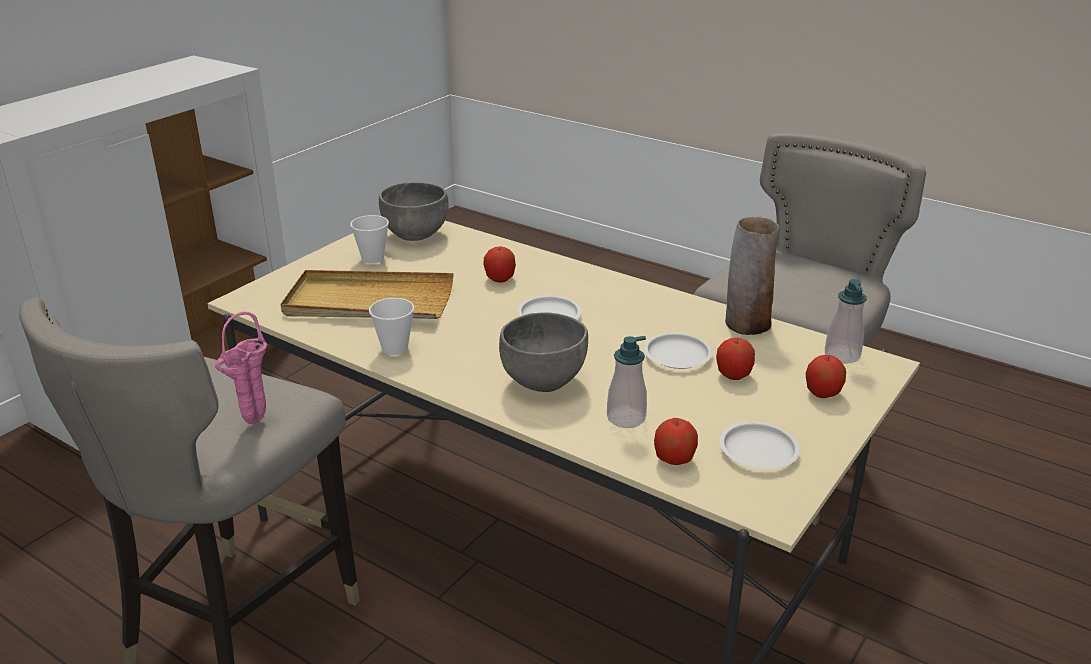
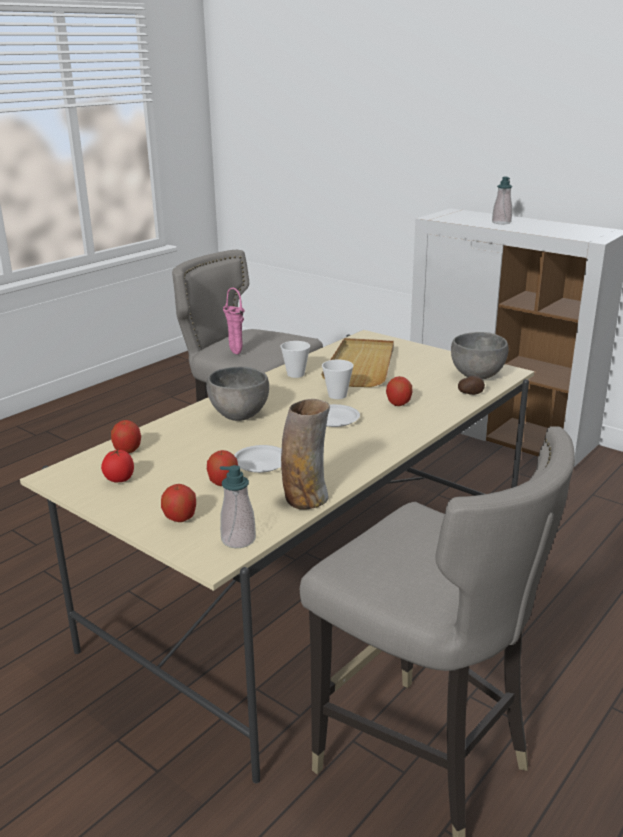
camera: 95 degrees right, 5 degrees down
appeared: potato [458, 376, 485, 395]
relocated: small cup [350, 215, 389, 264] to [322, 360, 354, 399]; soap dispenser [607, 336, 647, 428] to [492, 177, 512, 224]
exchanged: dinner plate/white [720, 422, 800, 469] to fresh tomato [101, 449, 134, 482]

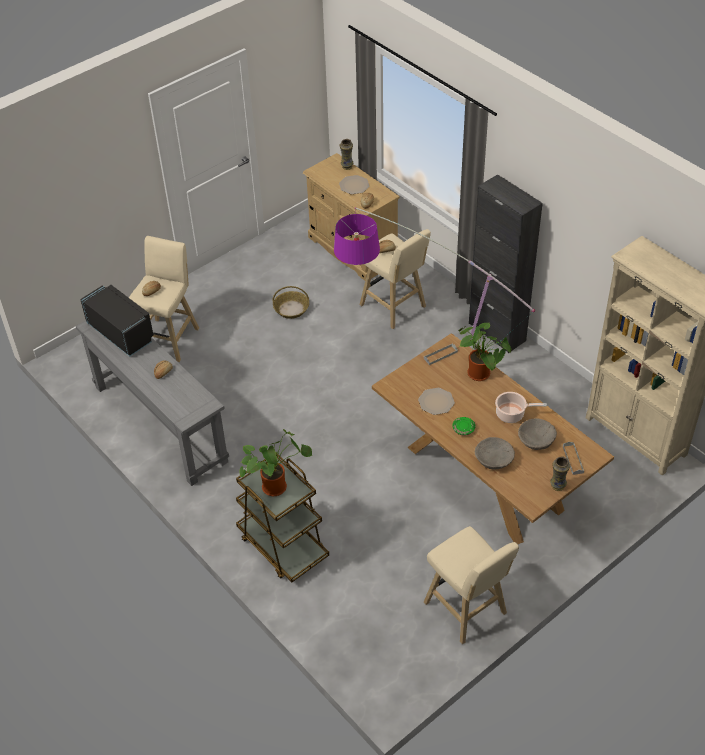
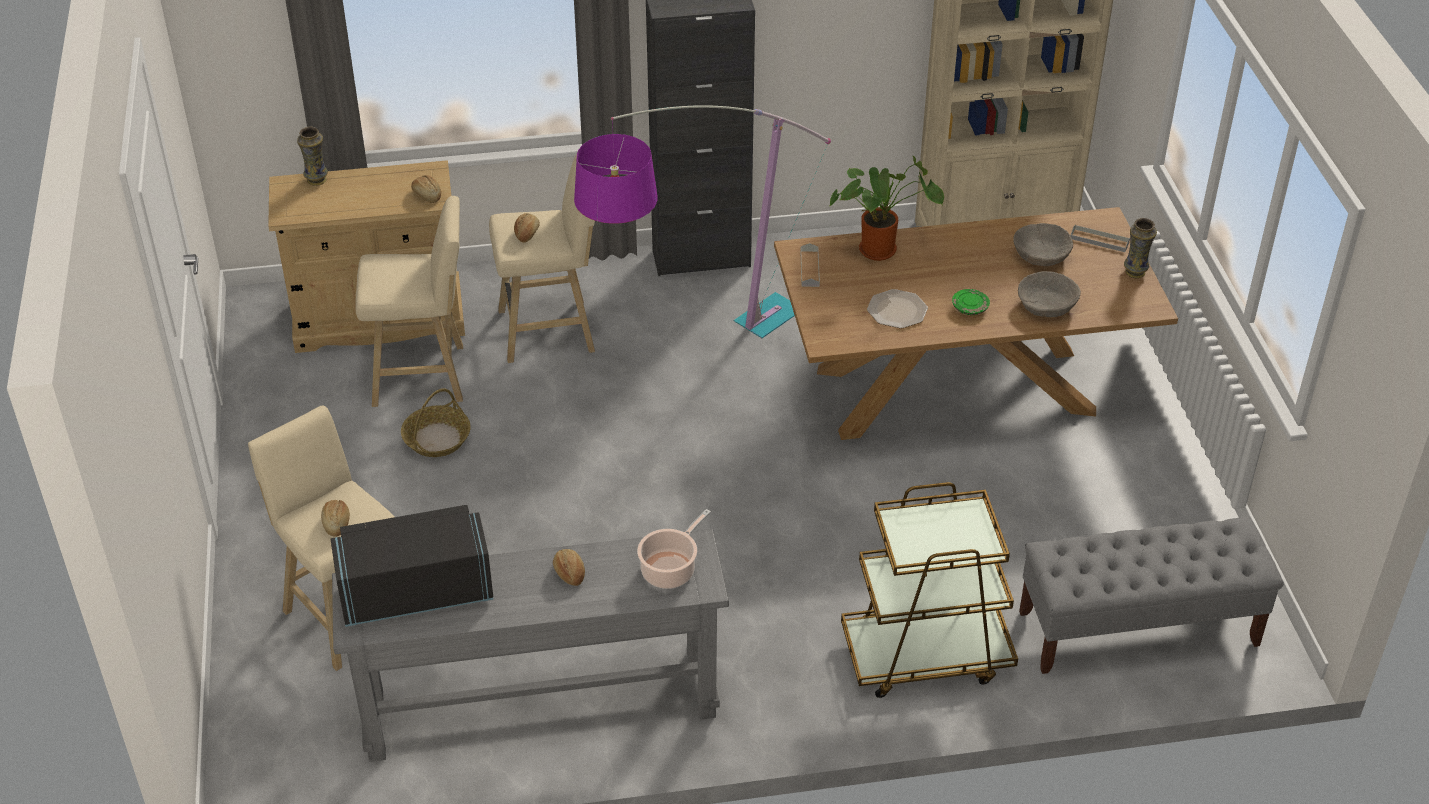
camera: 60 degrees left, 5 degrees down
missing: plant in a pot [239, 429, 312, 496]; dinner plate [339, 175, 369, 194]
appeared: long seat/grey [1019, 517, 1284, 674]
relocated: stool seat/sand-coloured [424, 526, 519, 644] to [356, 196, 463, 407]; stockpot [495, 392, 547, 423] to [637, 509, 711, 589]

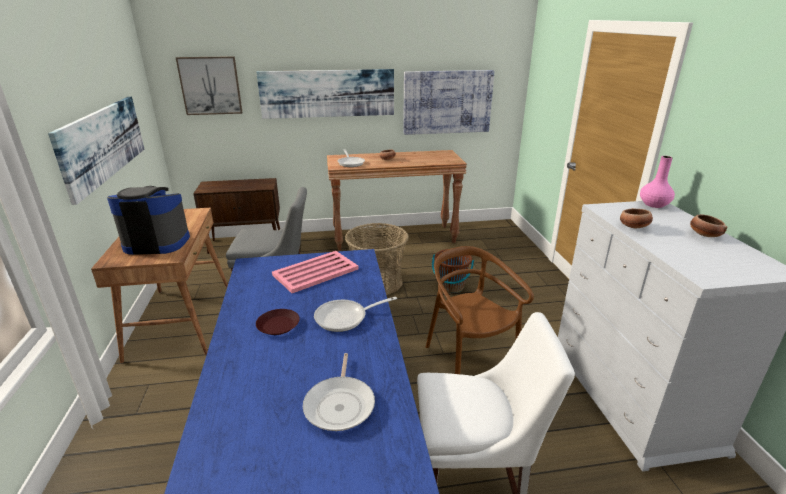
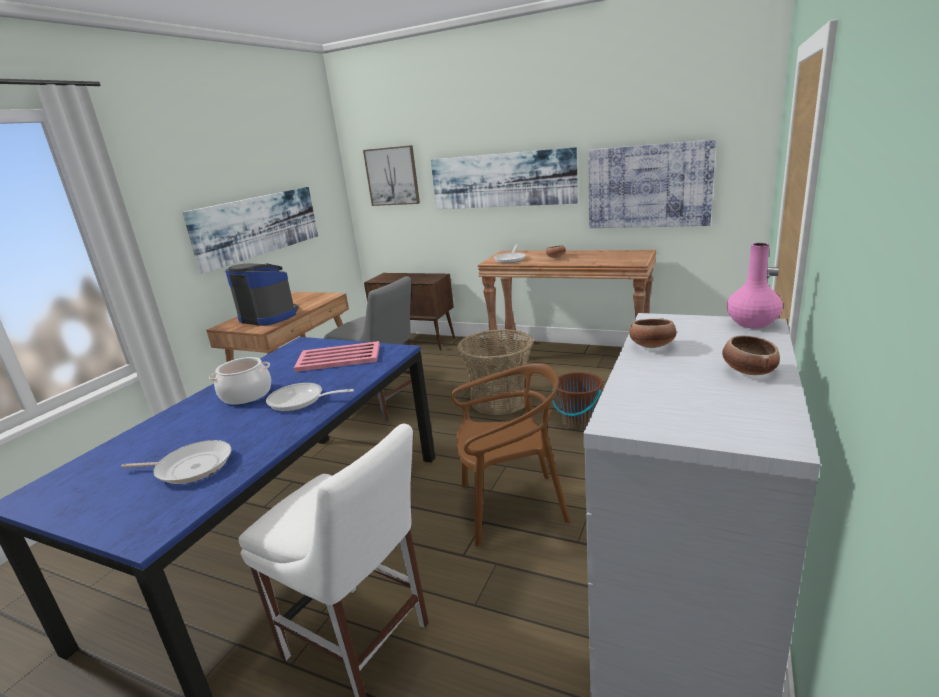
camera: 35 degrees right, 5 degrees down
exchanged: dinner plate/brownish [256, 309, 300, 335] to stockpot [209, 357, 271, 405]
spun: frying pan [303, 353, 375, 431] = [121, 440, 231, 484] 120 degrees counterclockwise; upright chair/brownish [426, 246, 534, 374] = [451, 363, 570, 546] 75 degrees clockwise

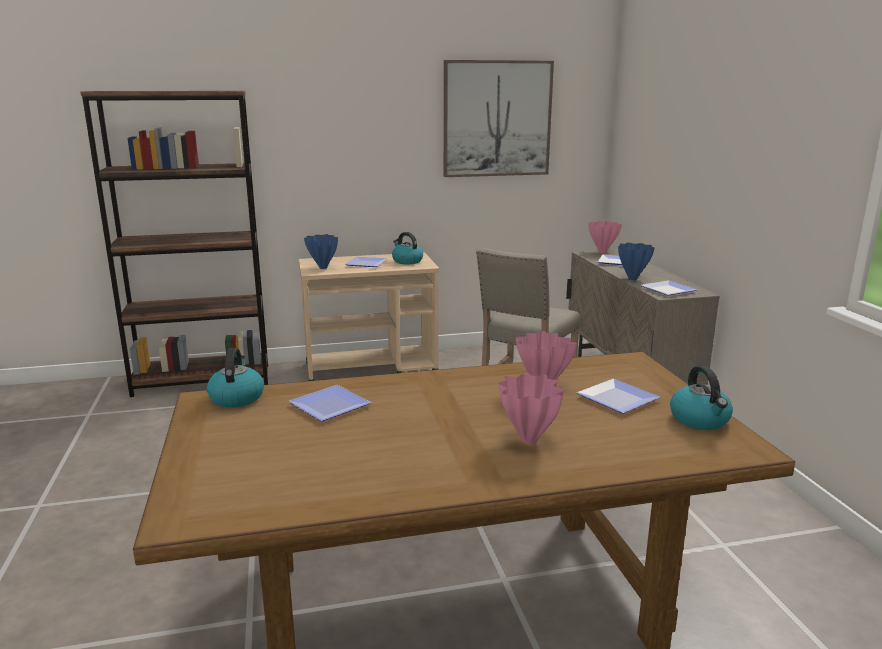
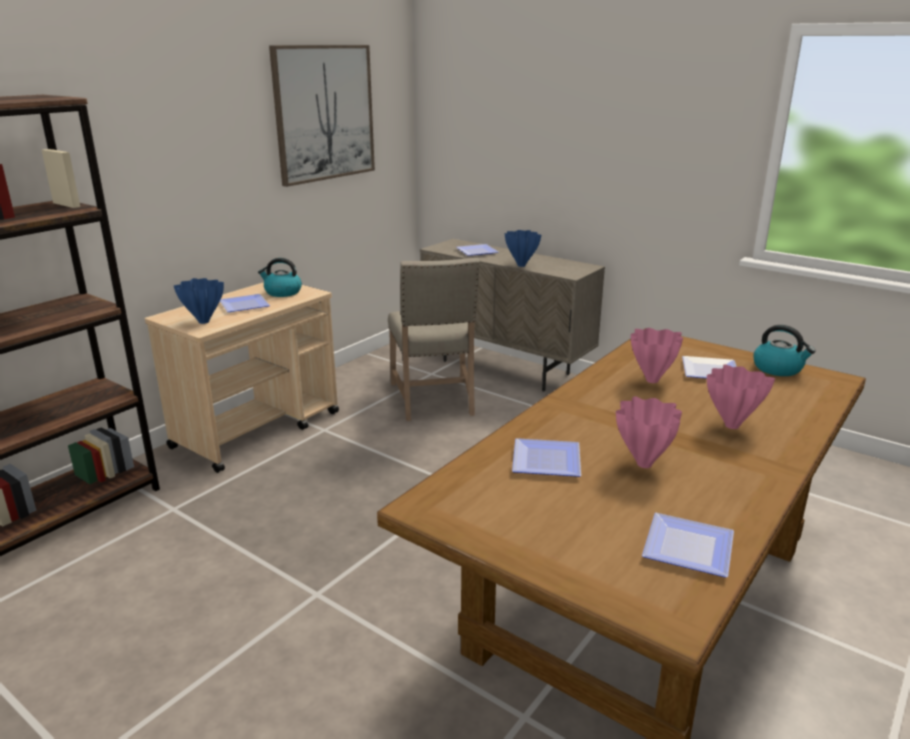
camera: 40 degrees left, 5 degrees up
missing: tea kettle [207, 348, 264, 408]
relocated: flower vase/pink [588, 221, 622, 253] to [616, 396, 682, 468]; dinner plate [640, 280, 697, 295] to [642, 513, 734, 578]

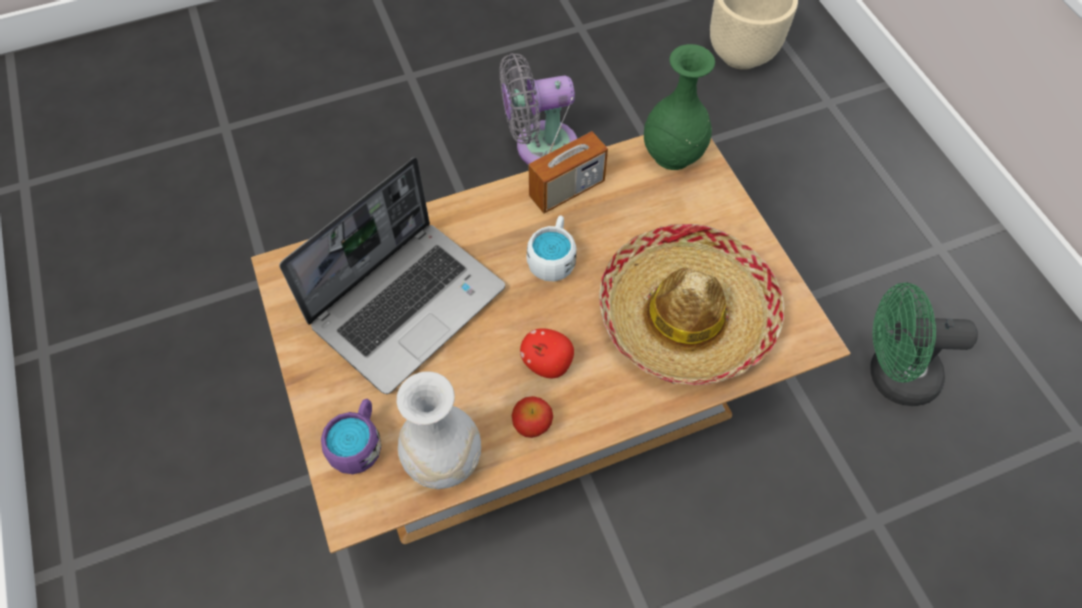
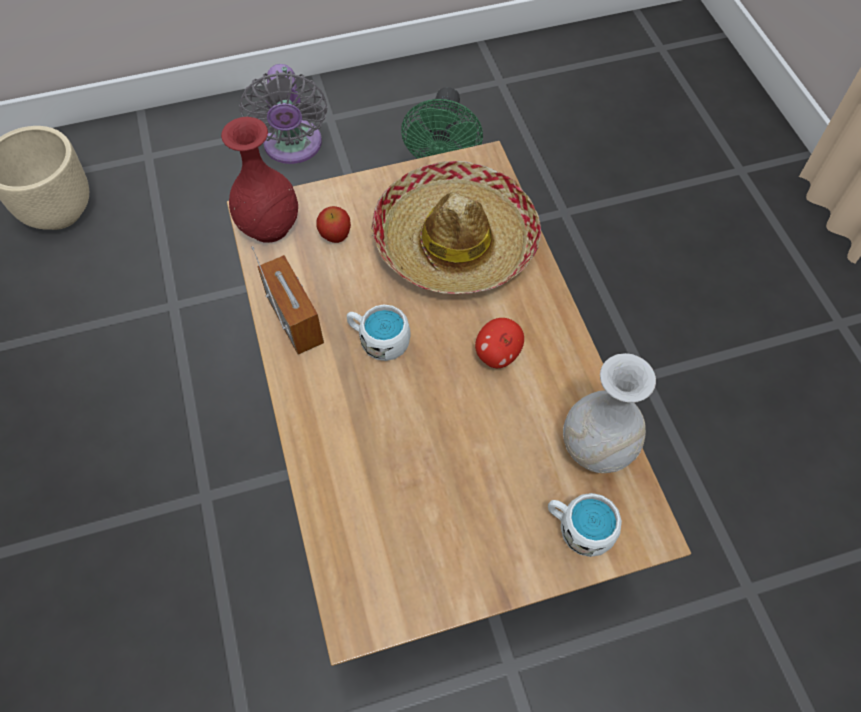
camera: 85 degrees left, 0 degrees up
missing: notebook computer [279, 157, 505, 394]
relocated: fan/grey [500, 53, 577, 164] to [239, 64, 327, 164]; apple fruit [512, 396, 553, 438] to [316, 206, 351, 243]
colour: tea mug/purple-coloured [321, 399, 381, 474] to tea mug/white [548, 493, 622, 557]; flower vase/greenish [644, 44, 715, 170] to flower vase/red [221, 117, 298, 243]

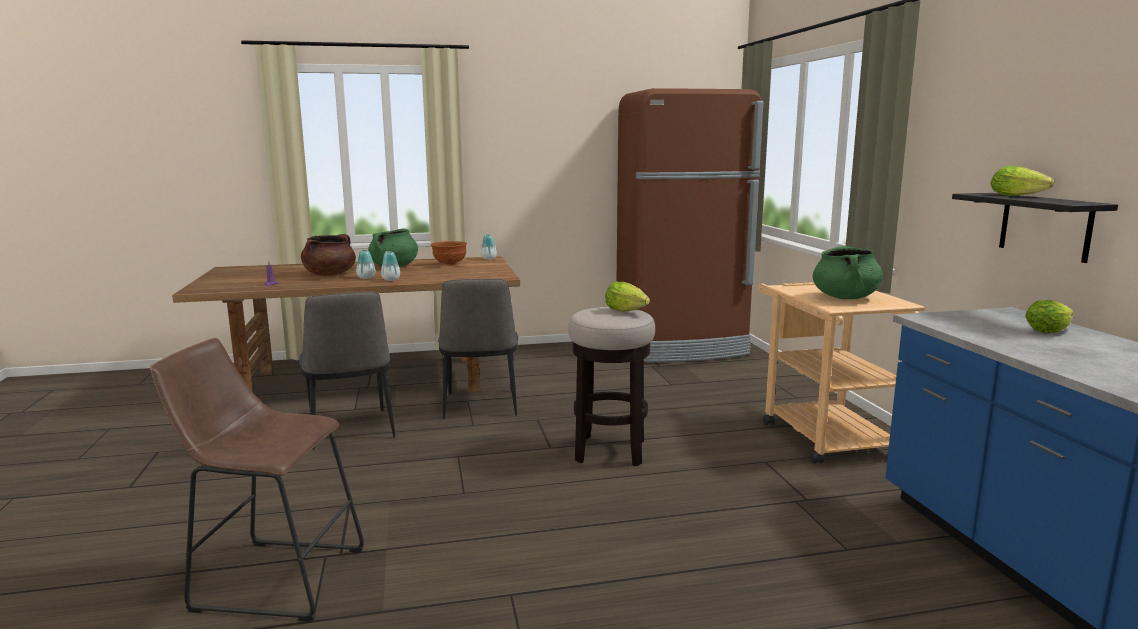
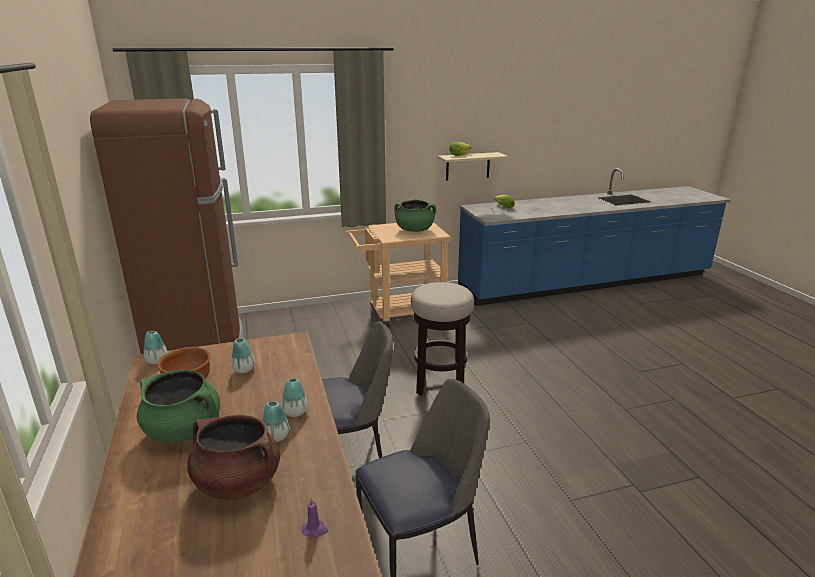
camera: 95 degrees left, 10 degrees up
missing: stool seat/brownish [150, 338, 364, 622]; lettuce [605, 282, 650, 312]
appeared: flower vase [231, 338, 255, 373]
colour: wall shelf/blackish [952, 193, 1118, 263] to wall shelf/sand-coloured [438, 152, 508, 181]

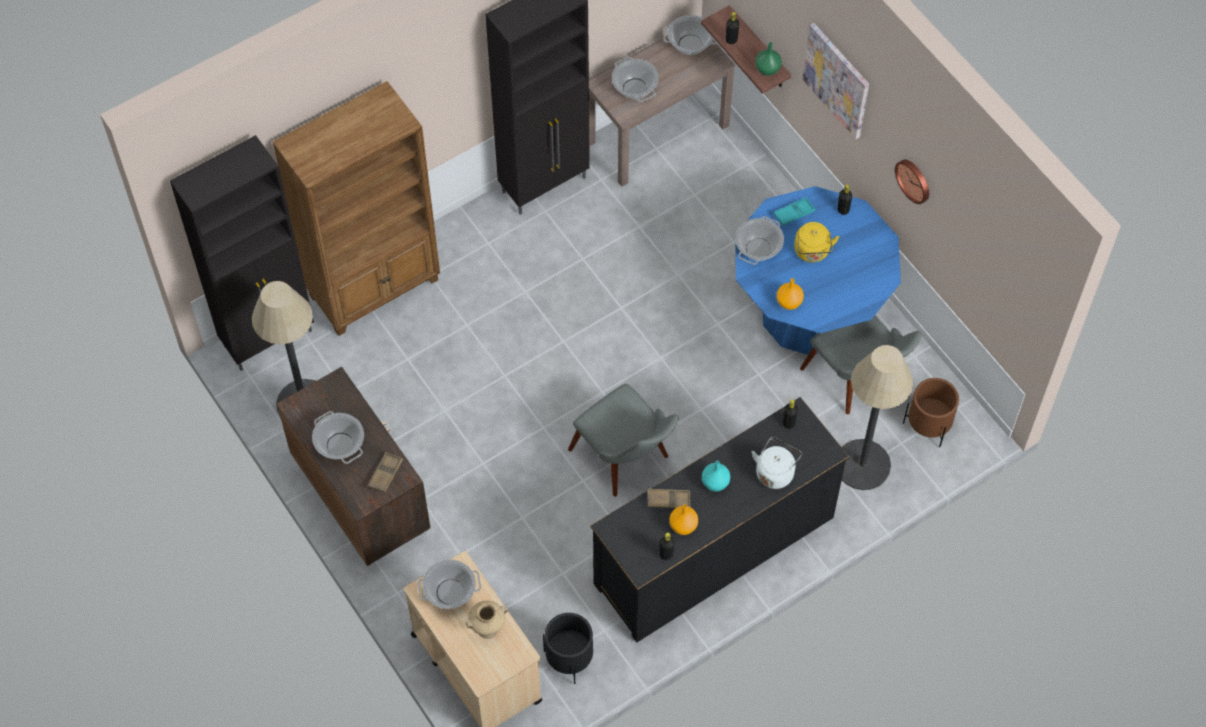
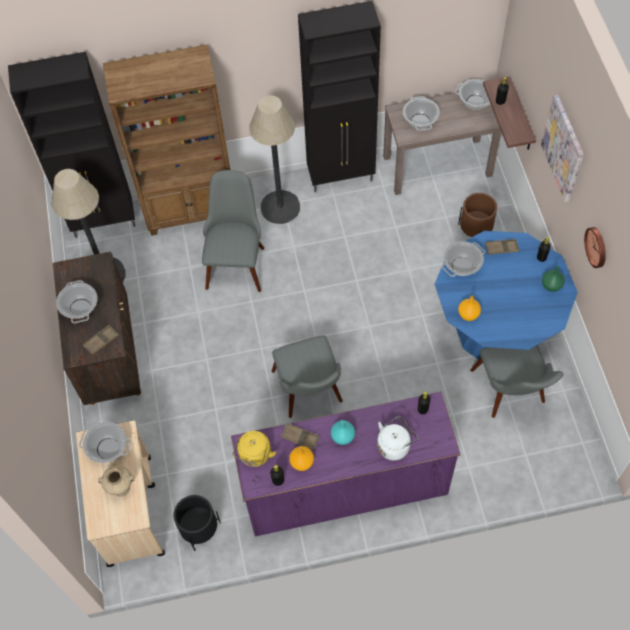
camera: 25 degrees right, 0 degrees up
appeared: upright chair/grey [202, 170, 264, 292]
relocated: flower vase/greenish [755, 42, 782, 76] to [542, 266, 565, 292]; tea kettle/yellow [794, 222, 839, 262] to [233, 431, 276, 467]; standard lamp [842, 345, 913, 490] to [249, 95, 300, 224]; flower pot/brownish [903, 378, 959, 447] to [458, 193, 497, 237]
colour: dresser/blackish [590, 397, 849, 642] to dresser/purple-coloured [231, 392, 461, 536]; tray/blue-green [773, 197, 816, 226] to tray/brownish [485, 239, 520, 255]

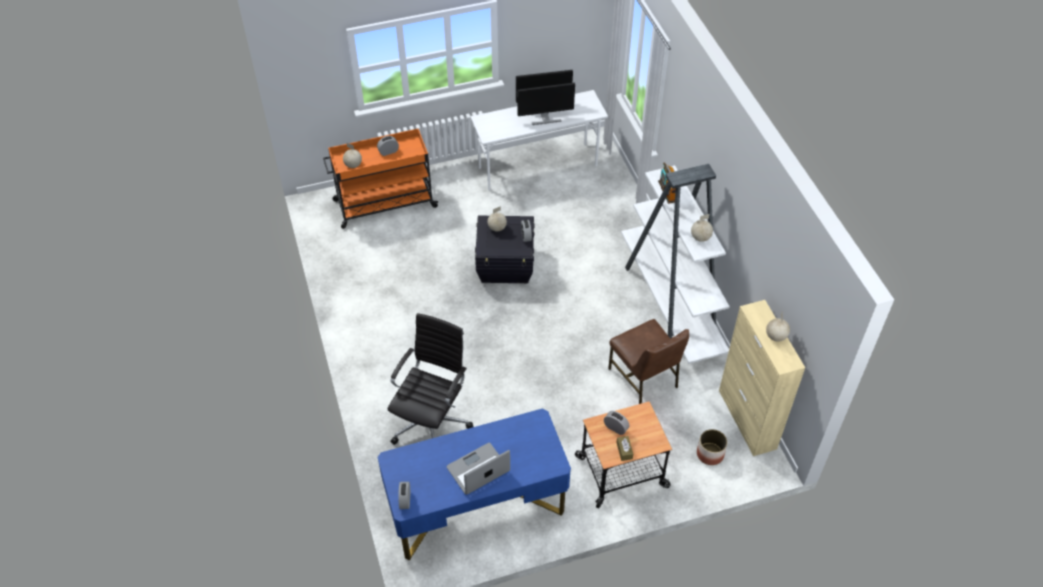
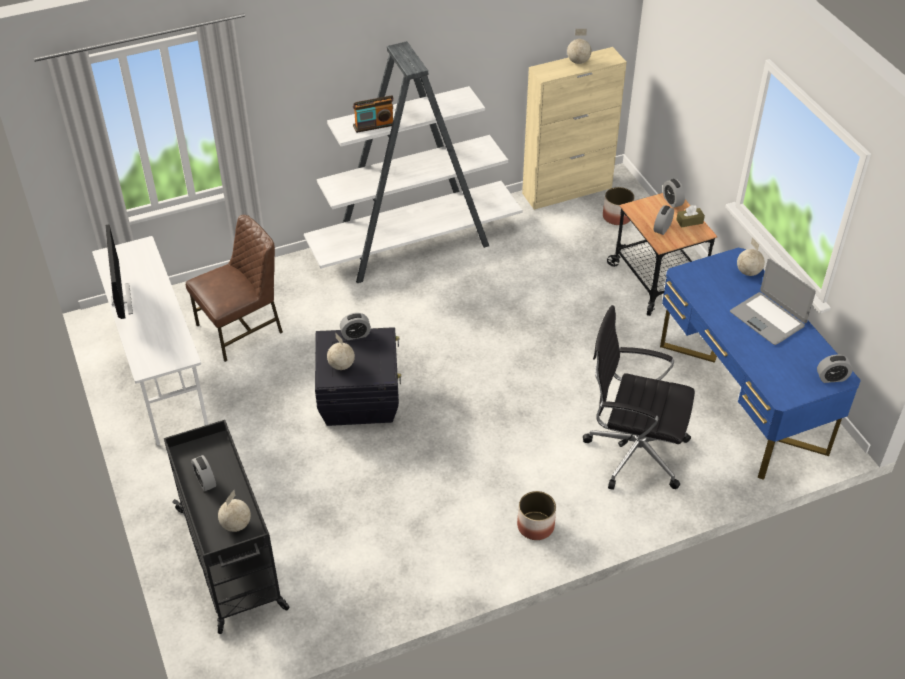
camera: 95 degrees left, 5 degrees down
missing: monitor [517, 83, 575, 125]
appeared: flower pot [517, 491, 556, 540]; table clock [663, 179, 685, 208]
relocated: upright chair/brownish [608, 319, 689, 404] to [186, 215, 283, 362]; globe [691, 214, 713, 242] to [737, 237, 765, 276]
colour: trolley/orangey [323, 129, 439, 229] to trolley/blackish [164, 420, 290, 634]

